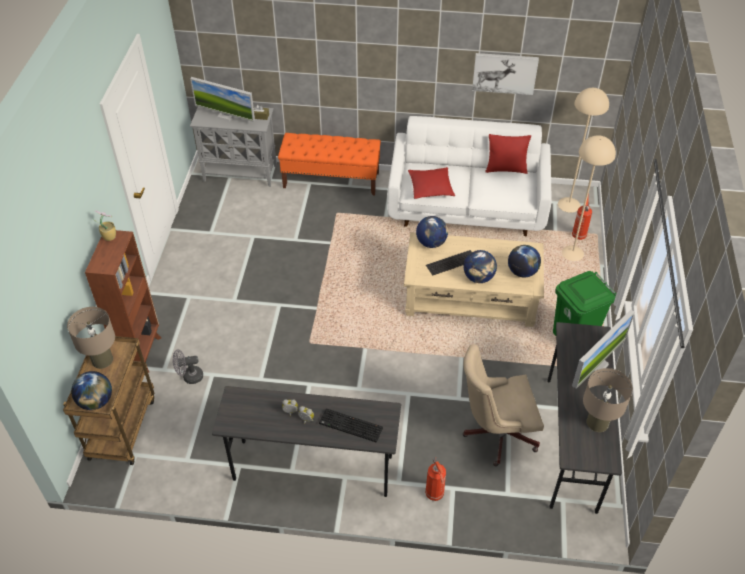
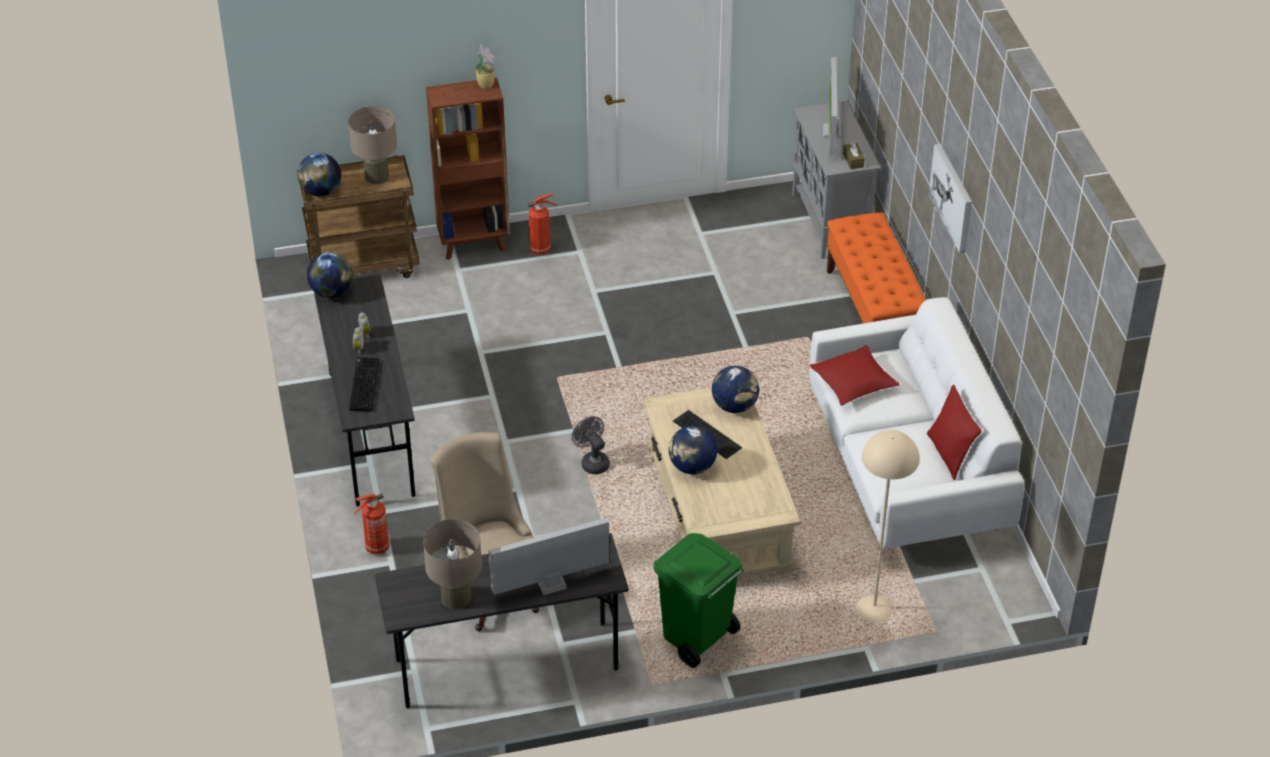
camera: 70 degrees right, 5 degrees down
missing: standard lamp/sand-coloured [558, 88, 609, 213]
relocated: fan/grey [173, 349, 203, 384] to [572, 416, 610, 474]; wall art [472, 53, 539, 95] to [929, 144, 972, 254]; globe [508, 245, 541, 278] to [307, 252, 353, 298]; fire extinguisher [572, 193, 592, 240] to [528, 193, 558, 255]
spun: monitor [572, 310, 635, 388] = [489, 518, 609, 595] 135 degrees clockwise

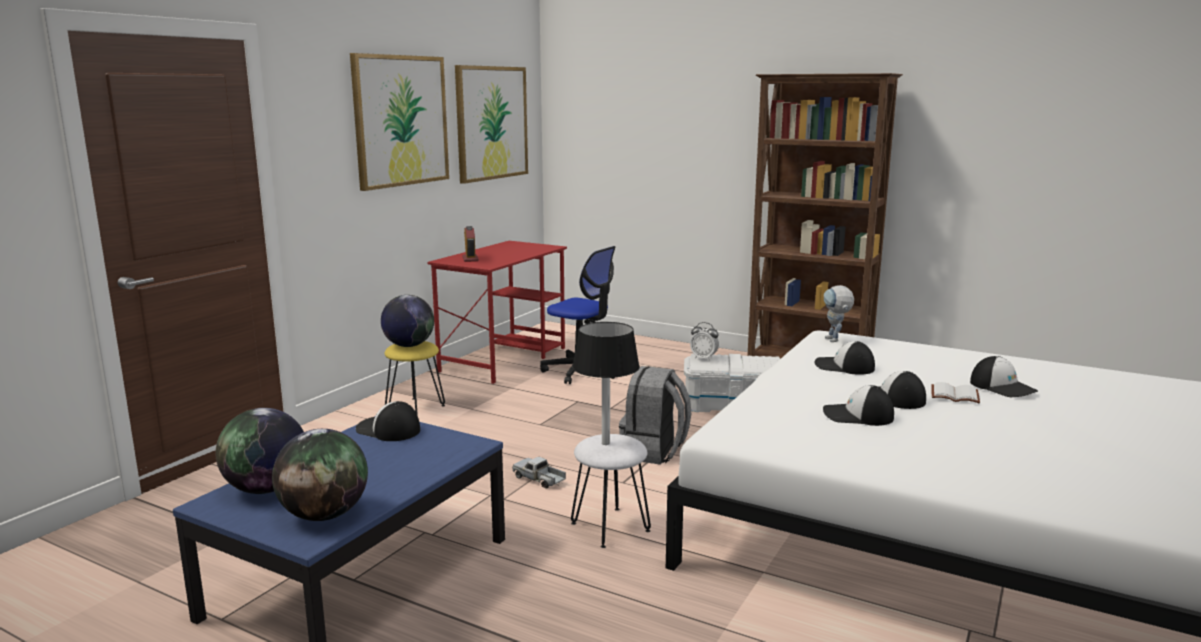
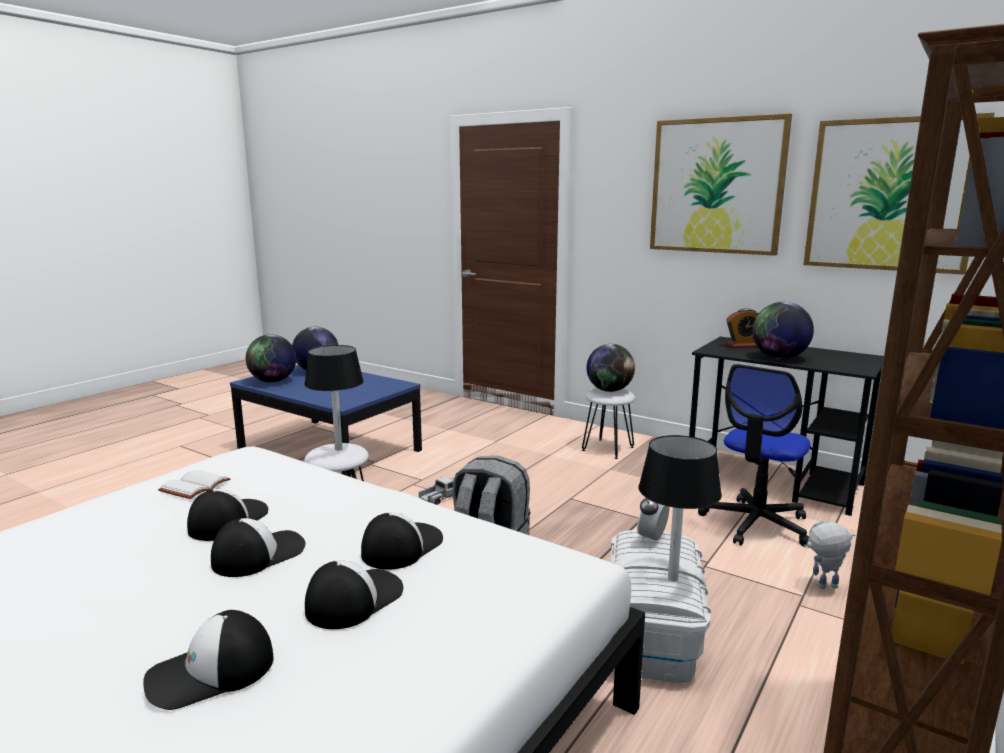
camera: 95 degrees right, 0 degrees up
appeared: table lamp/blackish [639, 435, 722, 581]; globe [752, 302, 814, 359]
relocated: peaked cap [356, 401, 420, 441] to [305, 560, 403, 629]; robot figure [824, 285, 854, 342] to [804, 521, 855, 589]; book/white [931, 382, 980, 403] to [158, 470, 230, 499]
colour: stool seat/yellow [384, 341, 445, 419] to stool seat/white [582, 388, 635, 459]; desk table/red [427, 241, 567, 384] to desk table/blackish [689, 337, 884, 516]

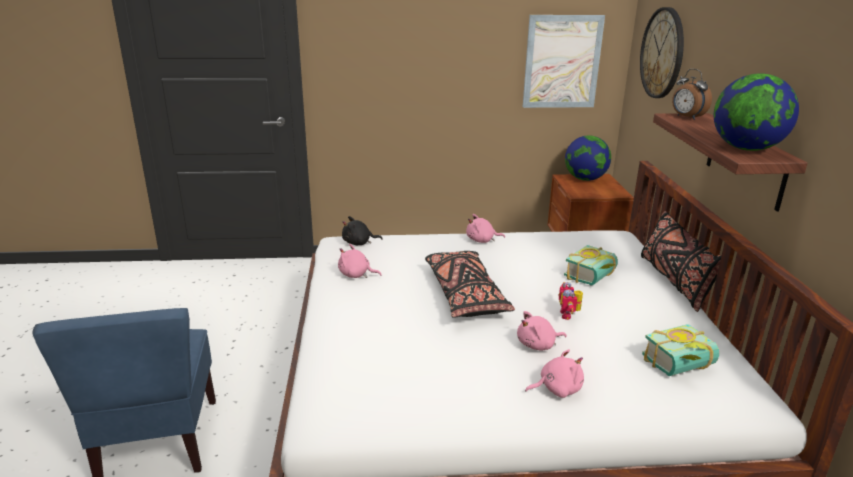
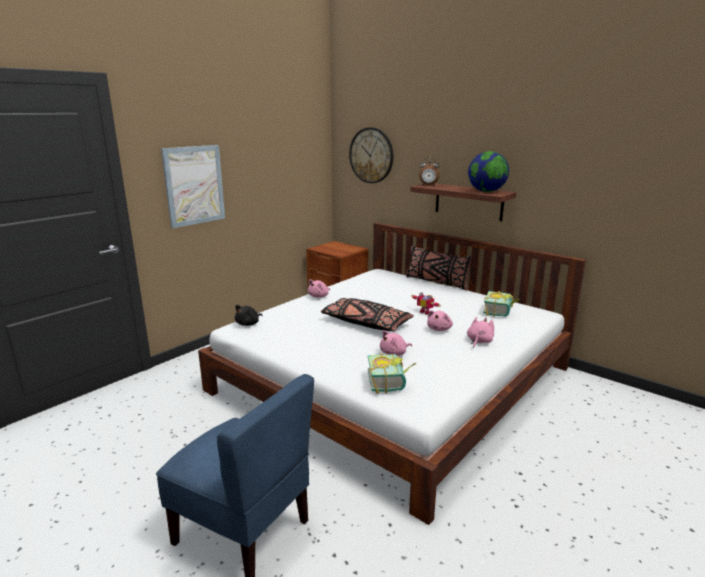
camera: 45 degrees left, 5 degrees down
missing: globe [565, 135, 611, 181]
relocated: cuddly toy/pink [338, 244, 382, 278] to [380, 330, 412, 356]; wall art [523, 15, 605, 108] to [161, 145, 225, 228]; book [564, 245, 618, 286] to [368, 353, 416, 394]

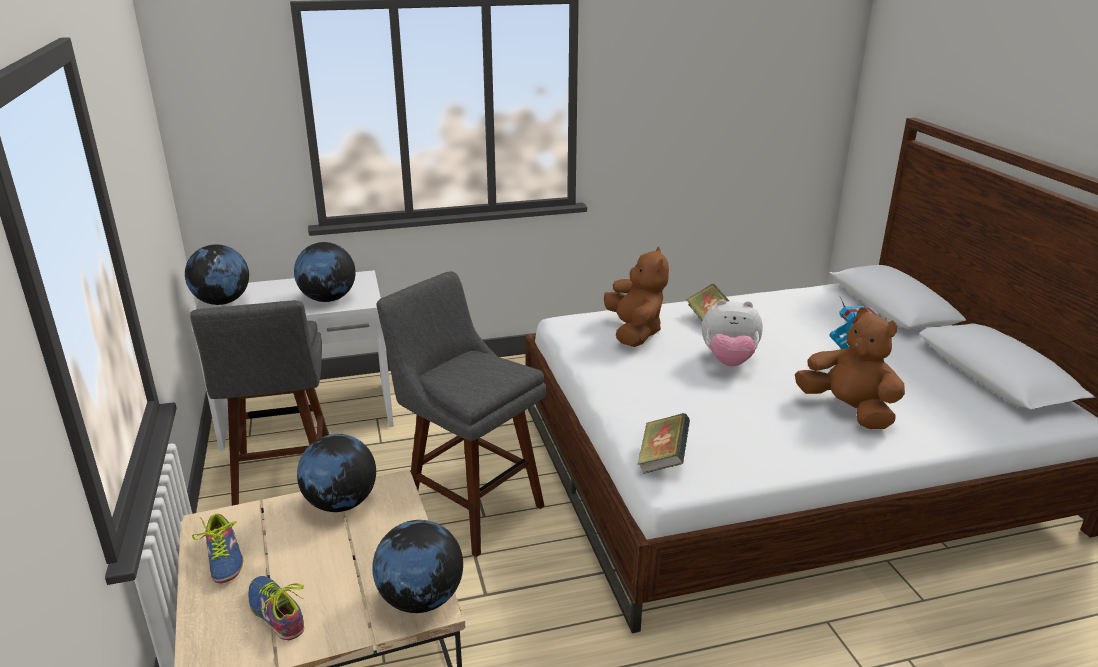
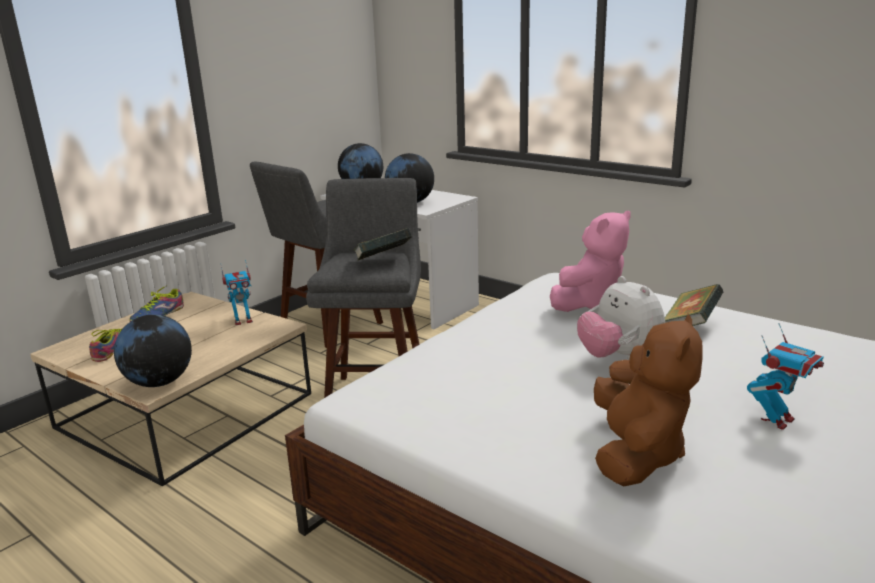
camera: 55 degrees right, 5 degrees down
relocated: book [637, 413, 690, 473] to [353, 228, 412, 261]
exchanged: globe [297, 434, 376, 512] to robot figure [220, 259, 253, 325]
colour: cuddly toy/brownish [604, 247, 669, 347] to cuddly toy/pink [550, 210, 631, 312]

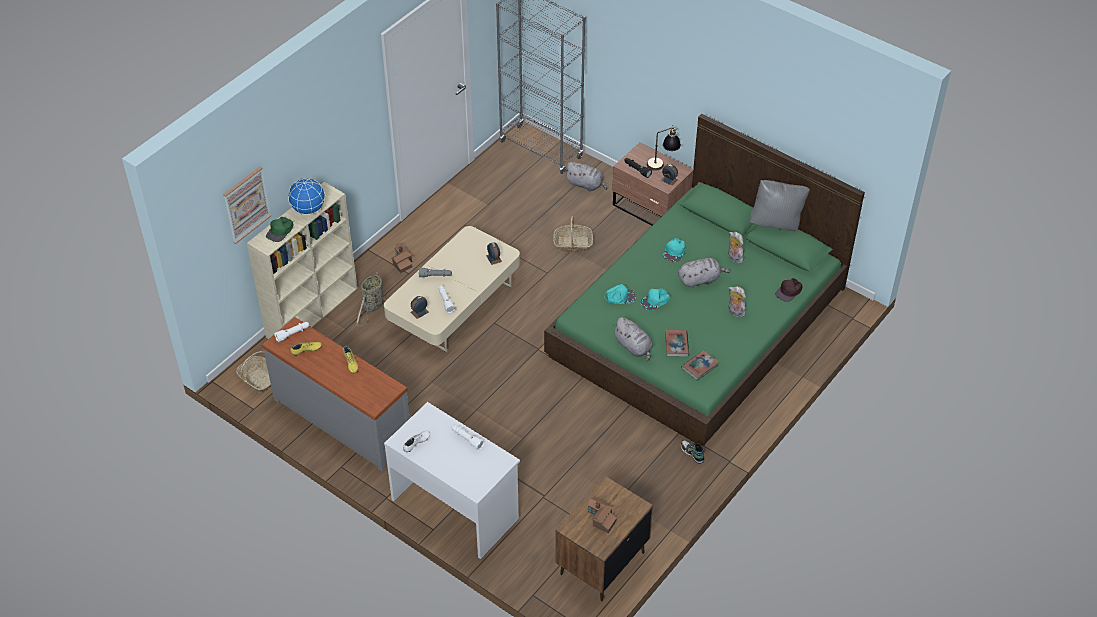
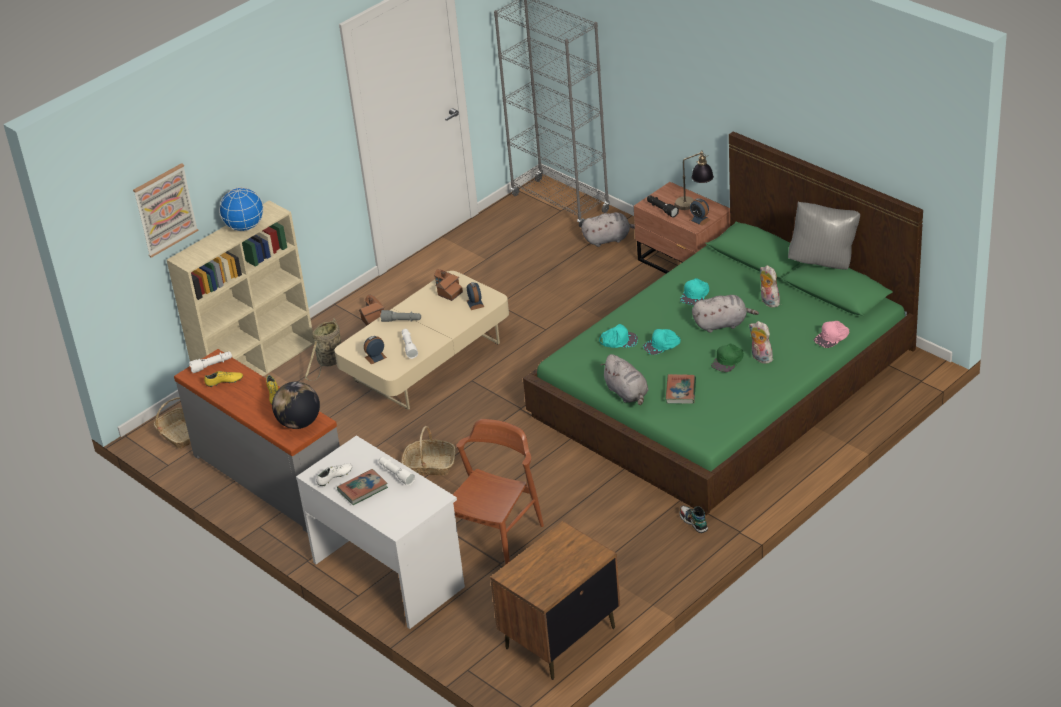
camera: 10 degrees right, 10 degrees down
appeared: globe [272, 381, 320, 429]; upright chair/brownish [453, 419, 544, 565]
relocated: peaked cap/greenish [266, 217, 294, 242] to [711, 344, 744, 372]; storage basket [553, 216, 593, 252] to [402, 426, 456, 476]; toy house [587, 497, 617, 533] to [434, 269, 463, 301]; book [681, 350, 719, 381] to [337, 469, 388, 505]
colour: peaked cap/brownish [775, 278, 802, 302] to peaked cap/pink [814, 321, 849, 348]
spun: cuddly toy/grey [564, 162, 607, 191] = [581, 212, 635, 247] 45 degrees counterclockwise

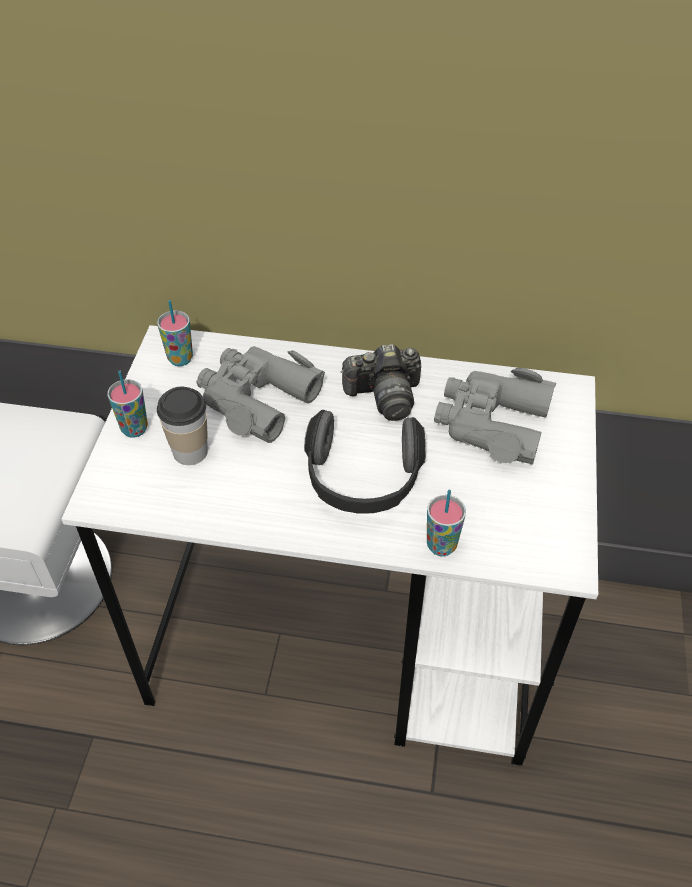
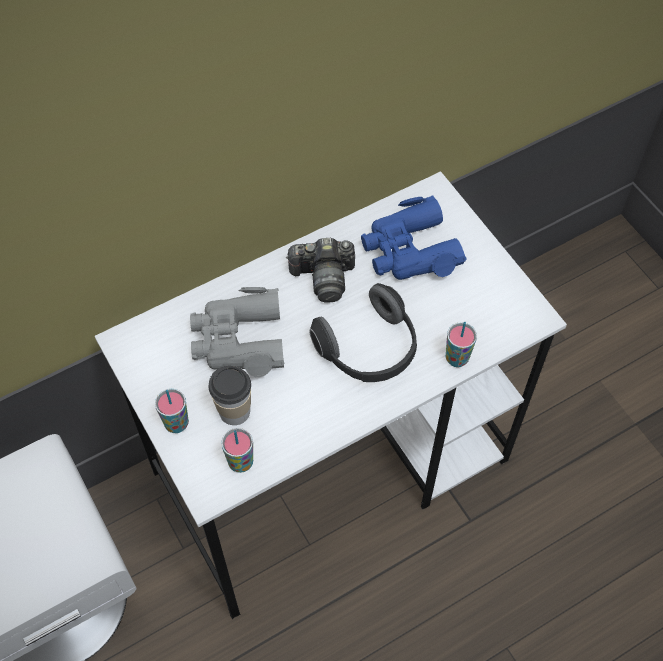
camera: 40 degrees left, 10 degrees up
relocated: small cup [157, 300, 193, 366] to [221, 428, 253, 473]
colour: pair of binoculars/grey [434, 368, 556, 465] to pair of binoculars/bluish [361, 196, 467, 280]
spun: photo camera [340, 344, 421, 421] = [286, 238, 355, 303] 45 degrees clockwise

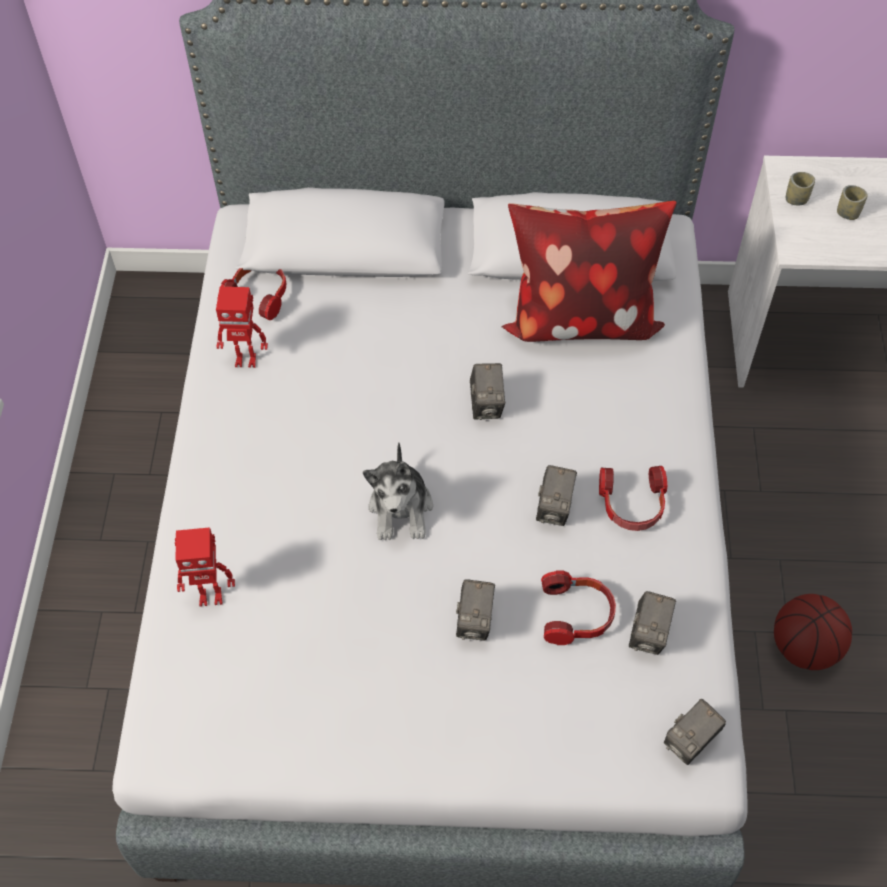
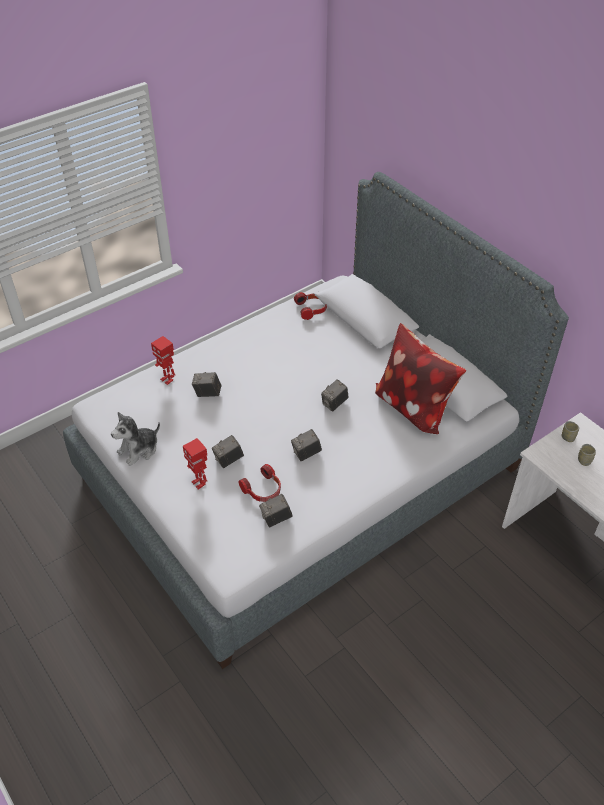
camera: 50 degrees right, 10 degrees down
missing: headphones [599, 466, 667, 531]; basketball [774, 594, 852, 670]
relocated: robot figure [216, 287, 268, 368] to [183, 438, 207, 489]; cuddly toy [363, 442, 433, 541] to [111, 412, 160, 466]; photo camera [664, 699, 726, 765] to [192, 372, 222, 397]

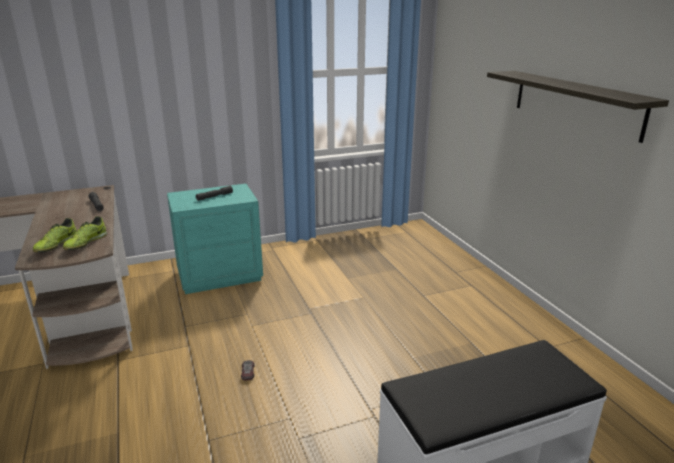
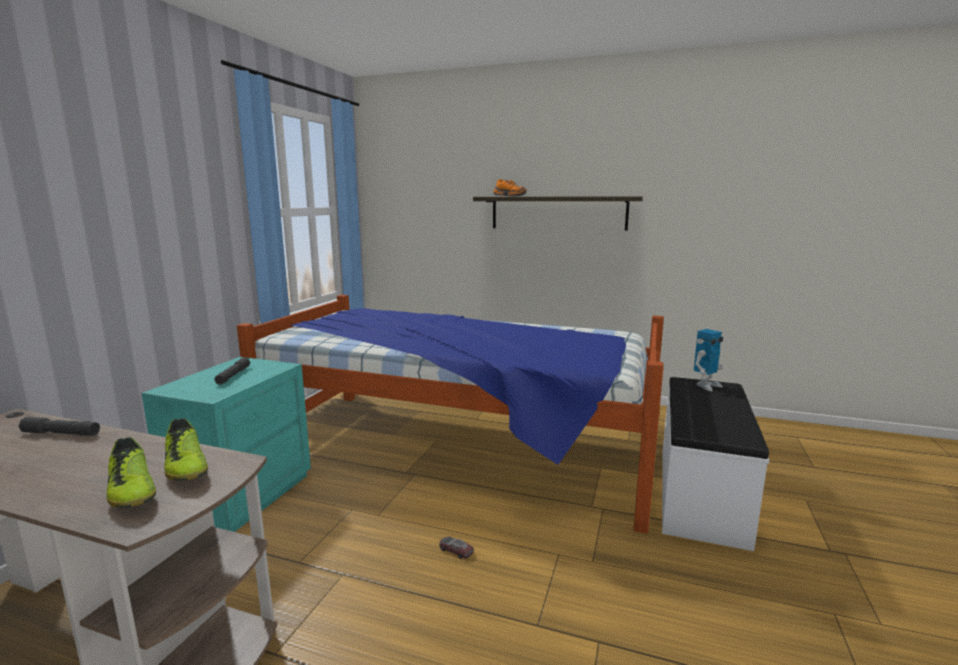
camera: 50 degrees left, 10 degrees down
appeared: sleeping bed [237, 295, 664, 534]; shoe/orangey [494, 179, 527, 197]; robot figure [694, 329, 723, 391]

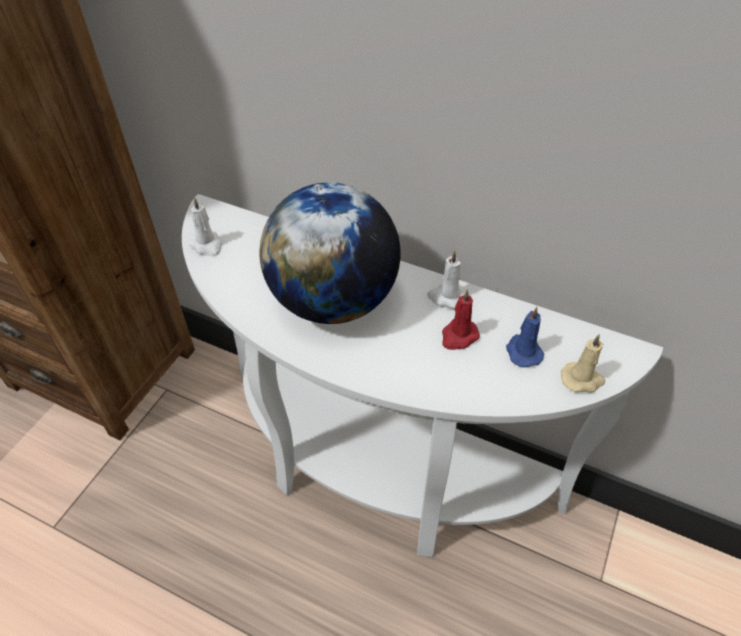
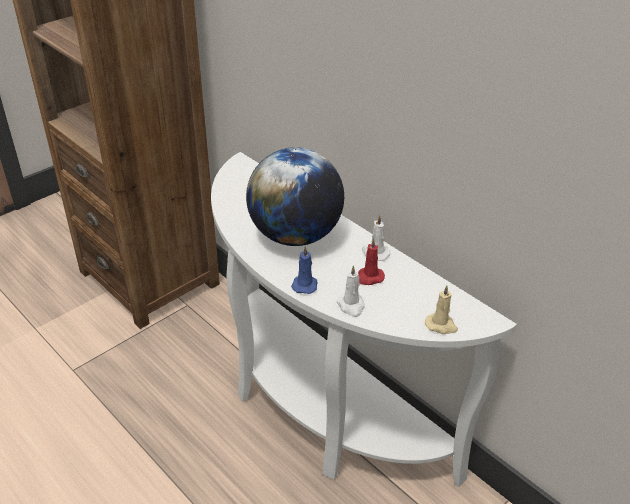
camera: 20 degrees right, 10 degrees down
relocated: candle/white [189, 198, 223, 257] to [336, 265, 365, 317]; candle/bluish [506, 307, 544, 367] to [291, 246, 317, 294]

